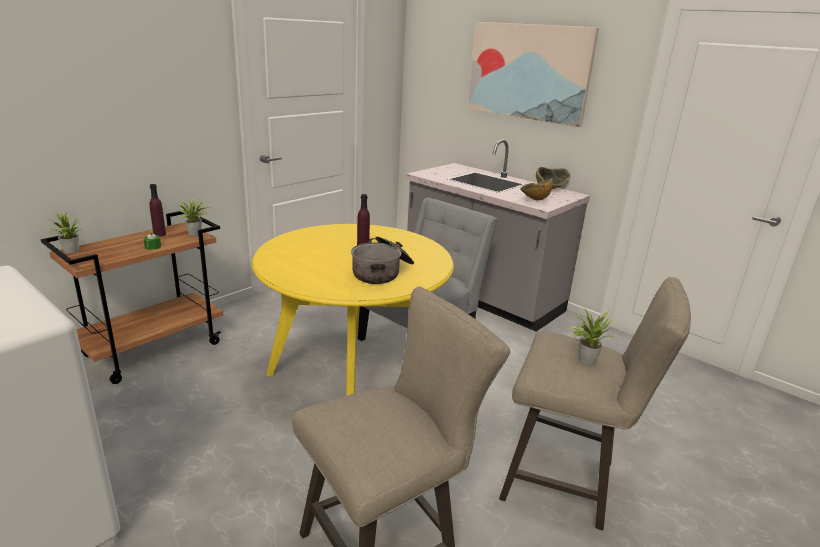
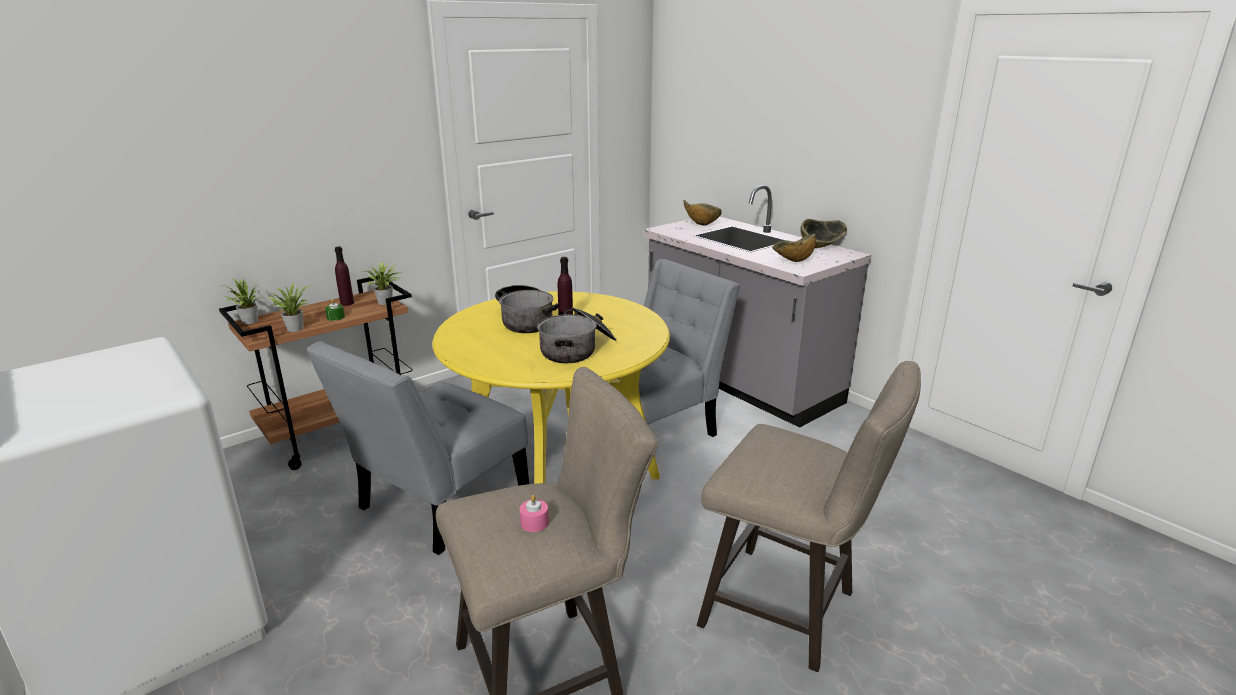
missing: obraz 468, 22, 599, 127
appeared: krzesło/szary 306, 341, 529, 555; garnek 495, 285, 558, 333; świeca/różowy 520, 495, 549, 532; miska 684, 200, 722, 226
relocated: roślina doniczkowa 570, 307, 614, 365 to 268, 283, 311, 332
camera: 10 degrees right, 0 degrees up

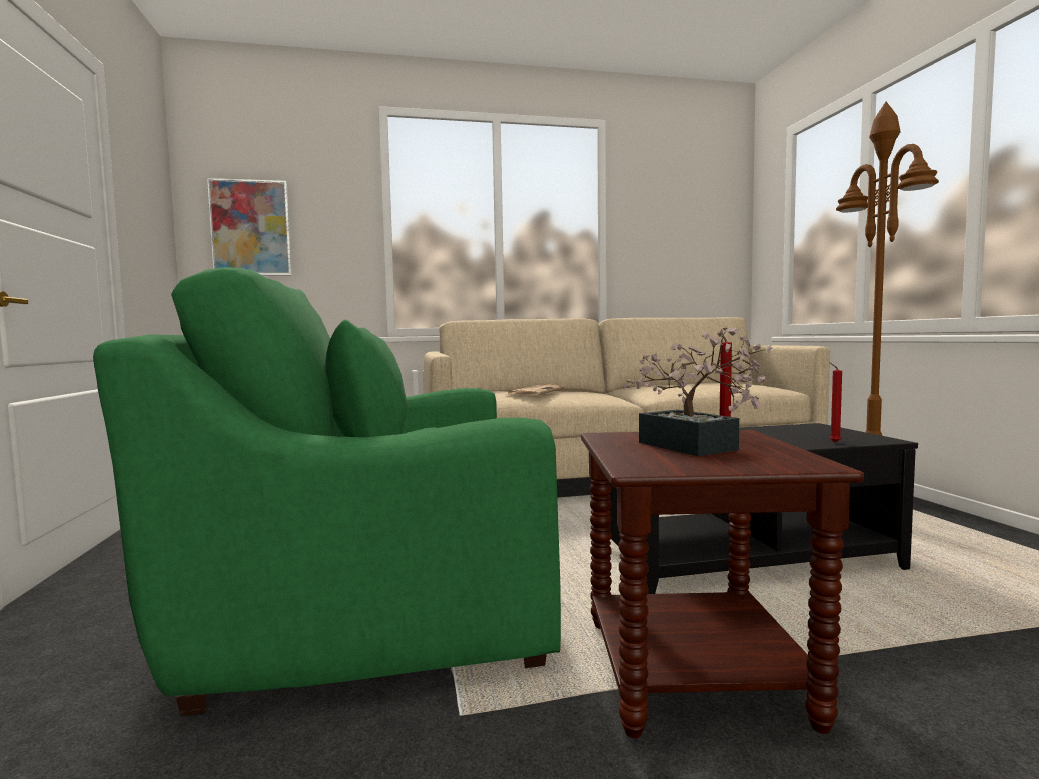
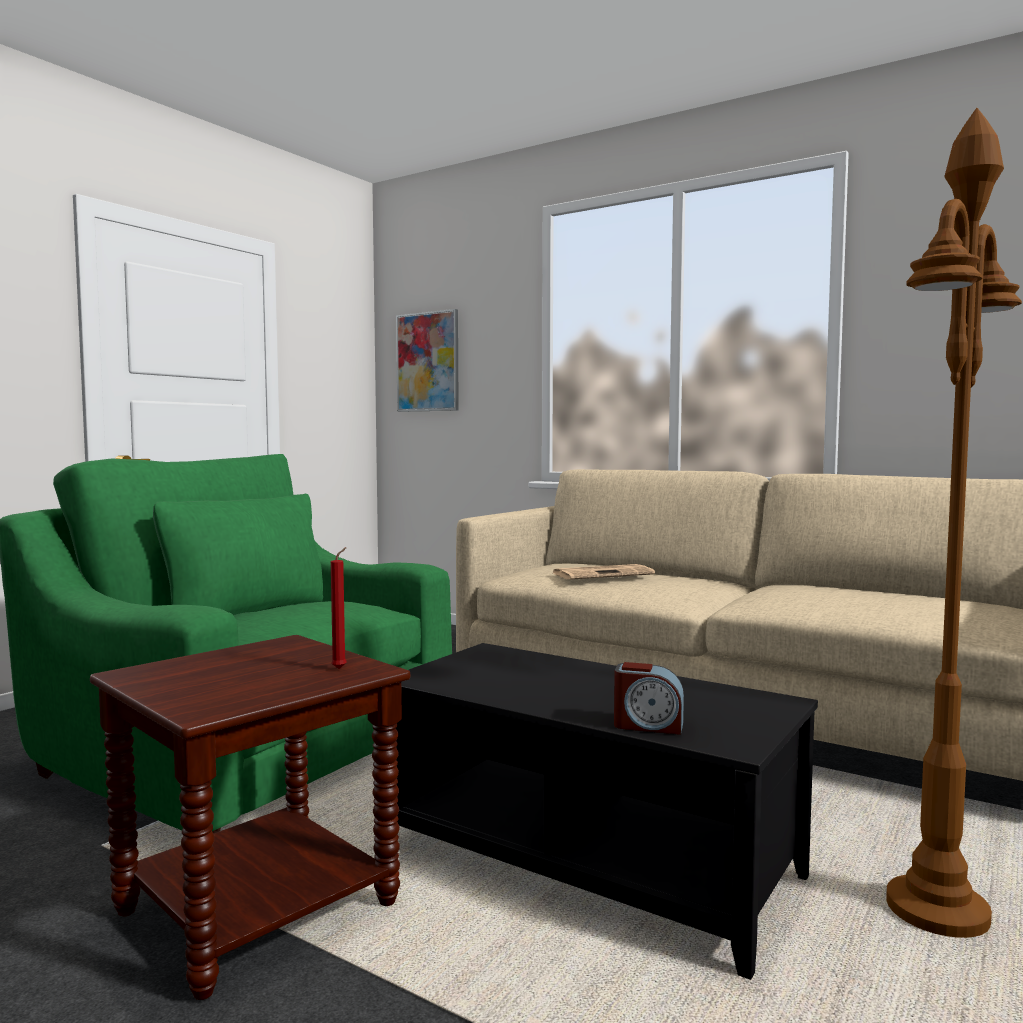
missing: roślina doniczkowa 623, 326, 772, 456
exchanged: świeca/czerwony 829, 362, 842, 443 to budzik 614, 662, 684, 735
camera: 45 degrees right, 0 degrees up

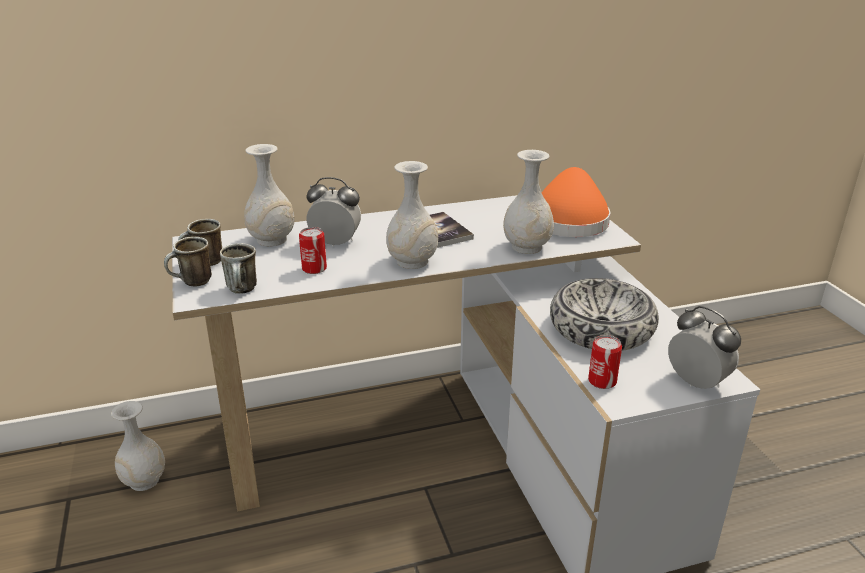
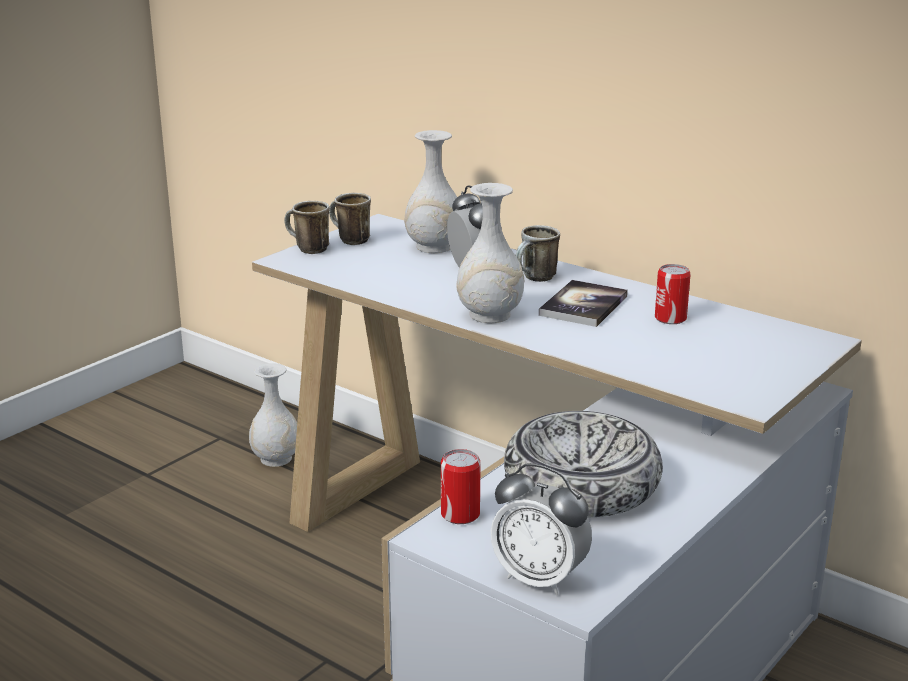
missing: wazon/biały 503, 150, 554, 254; kapelusz/pomarańczowy 542, 167, 611, 237
relocated: kubek 220, 243, 257, 294 to 516, 225, 560, 282; puszka 299, 227, 327, 274 to 655, 264, 691, 324
spun: budzik 668, 306, 741, 389 = 491, 463, 592, 595 105 degrees clockwise
camera: 55 degrees right, 5 degrees down

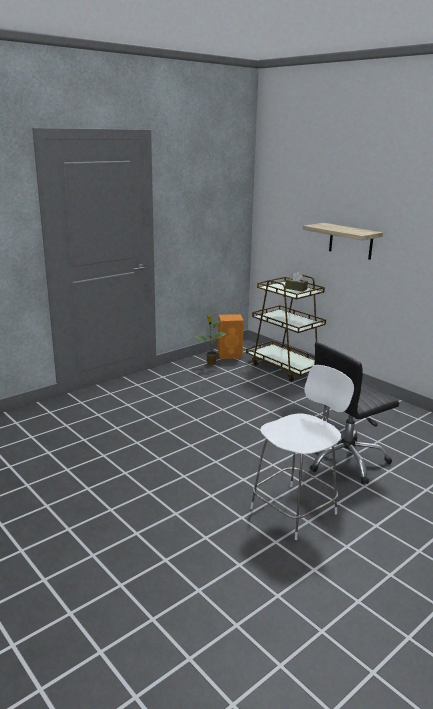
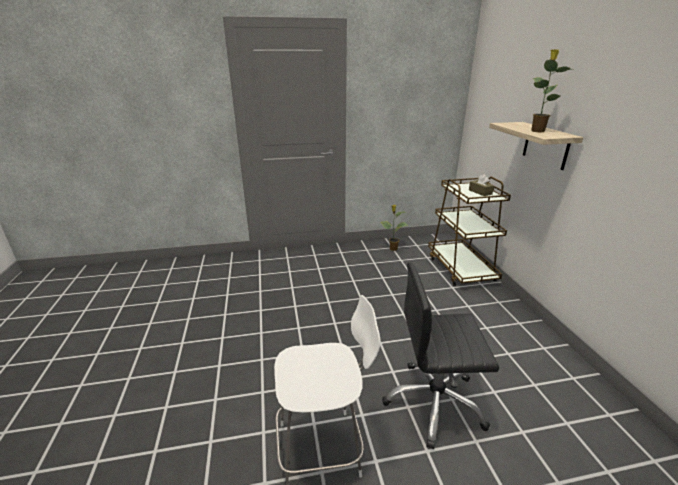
missing: głośnik/pomarańczowy 218, 314, 244, 359
appeared: roślina doniczkowa 531, 49, 573, 132
camera: 30 degrees right, 5 degrees up

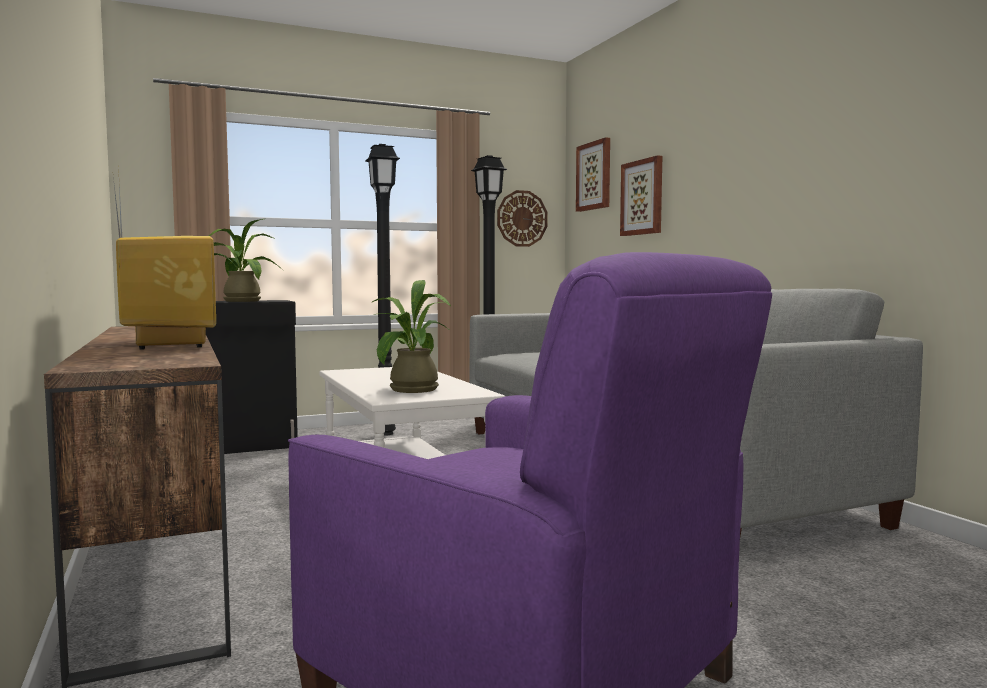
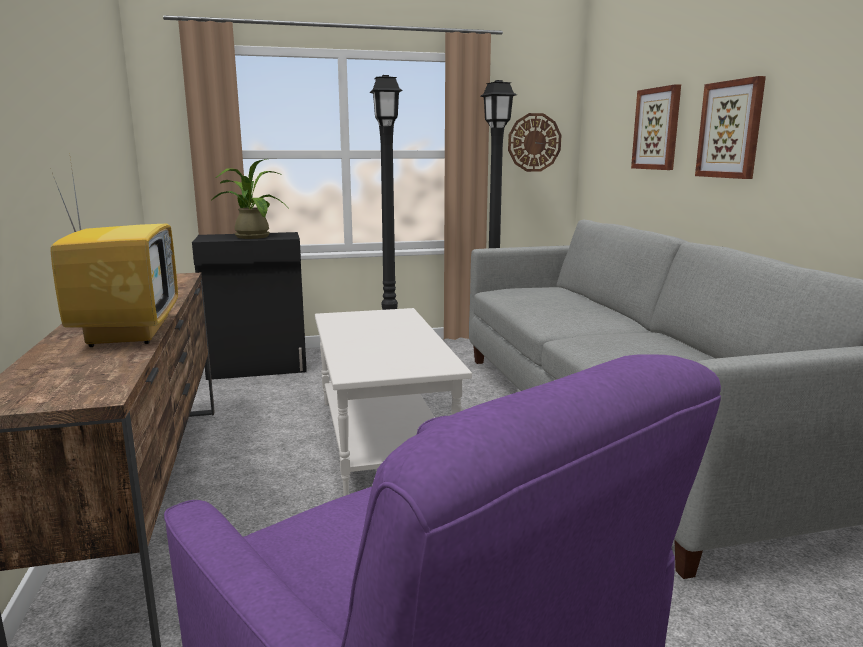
missing: roślina doniczkowa 372, 280, 451, 393
relocated: obraz 576, 137, 610, 212 to 695, 76, 766, 179
camera: 10 degrees right, 10 degrees up

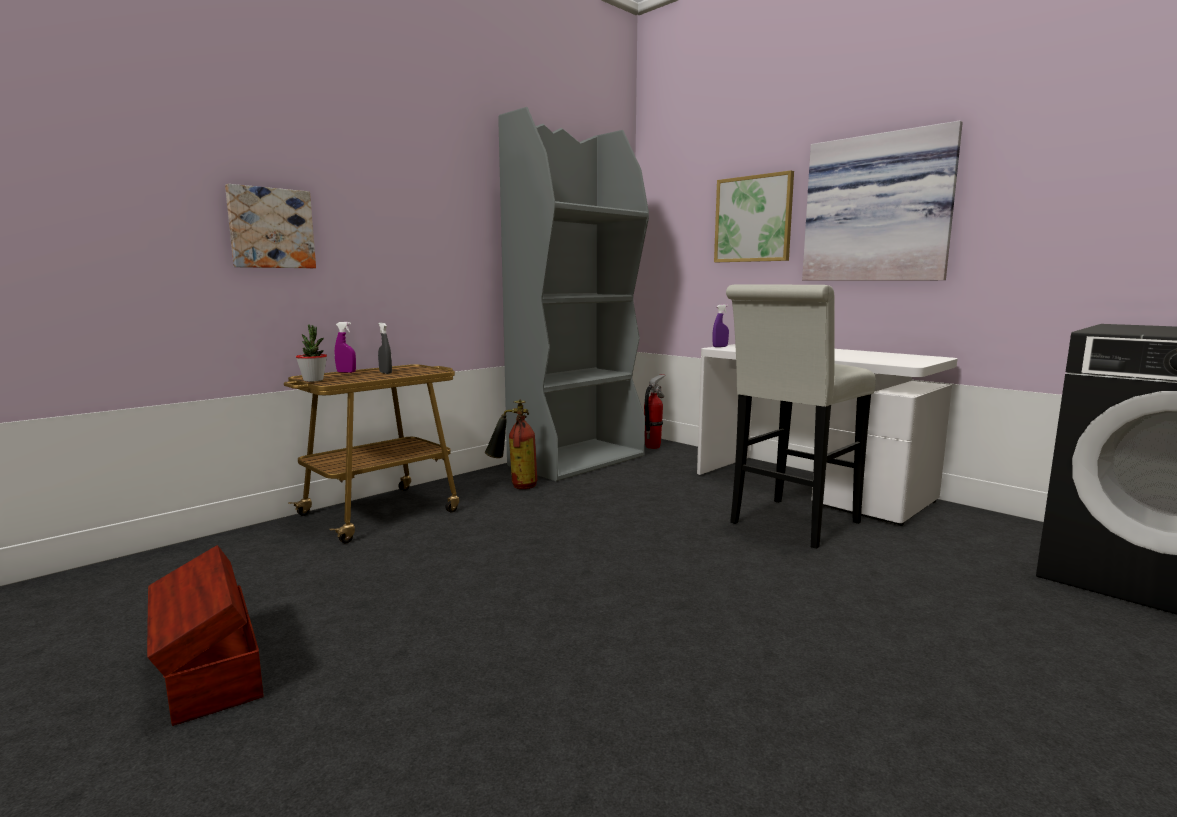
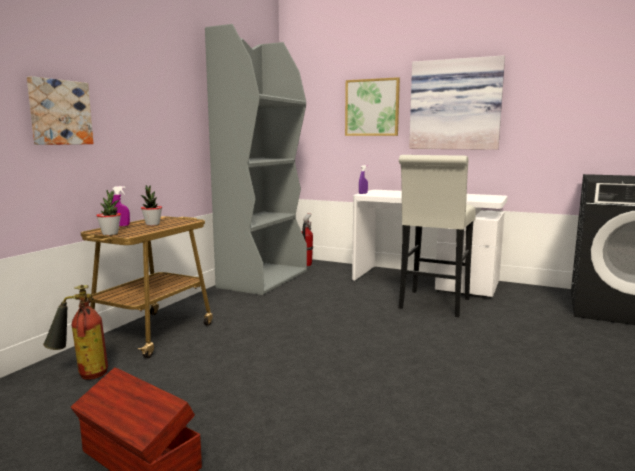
relocated: gaśnica 485, 400, 537, 489 to 43, 285, 108, 380
exchanged: spryskiwacz/szary 378, 323, 392, 374 to roślina doniczkowa 141, 185, 162, 226
camera: 20 degrees left, 0 degrees up

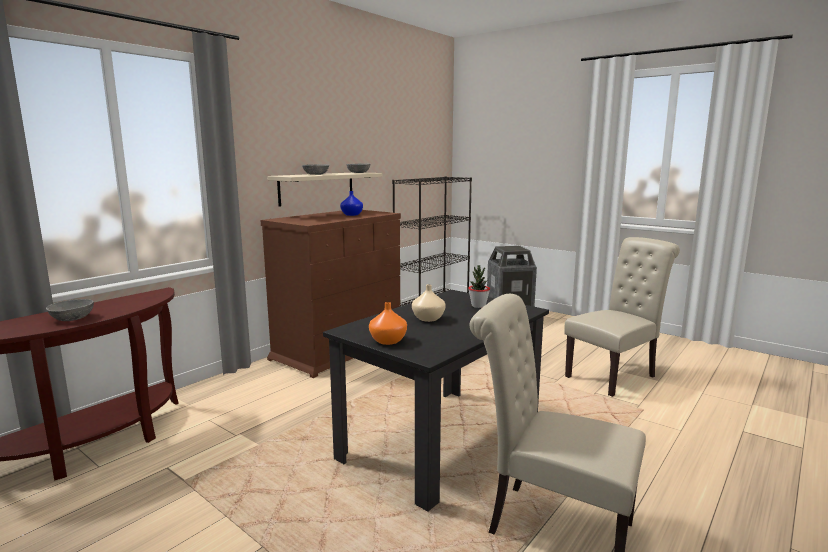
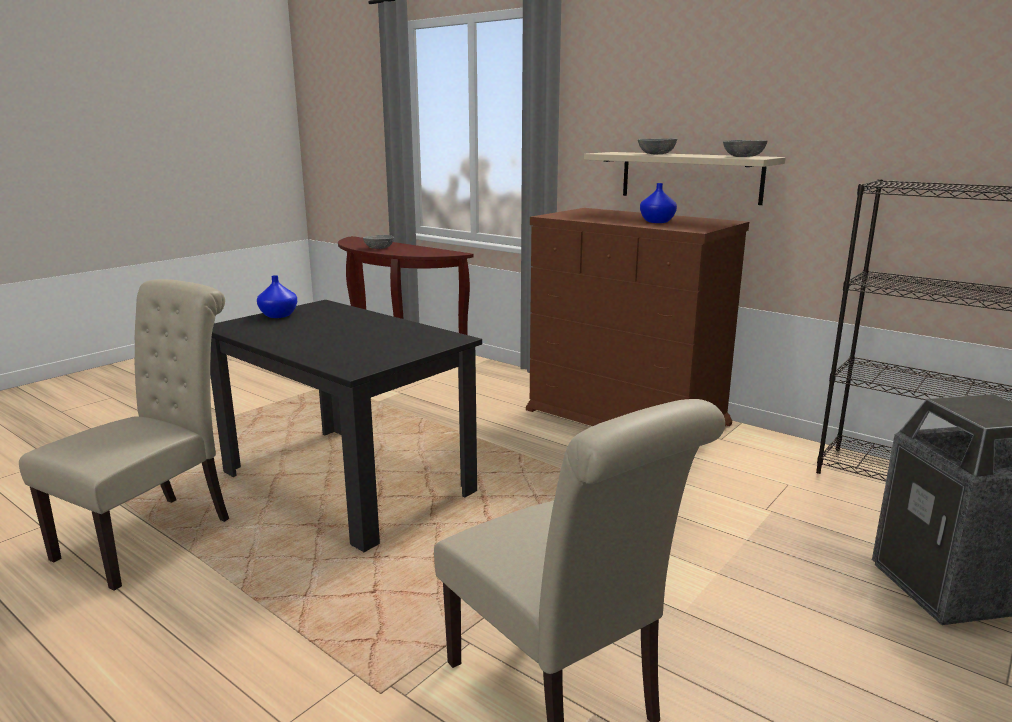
missing: wazon/beżowy 412, 284, 446, 322; roślina doniczkowa 468, 265, 490, 308
colour: wazon/pomarańczowy 369, 302, 407, 345 to wazon/niebieski 257, 275, 297, 318
camera: 90 degrees right, 5 degrees up

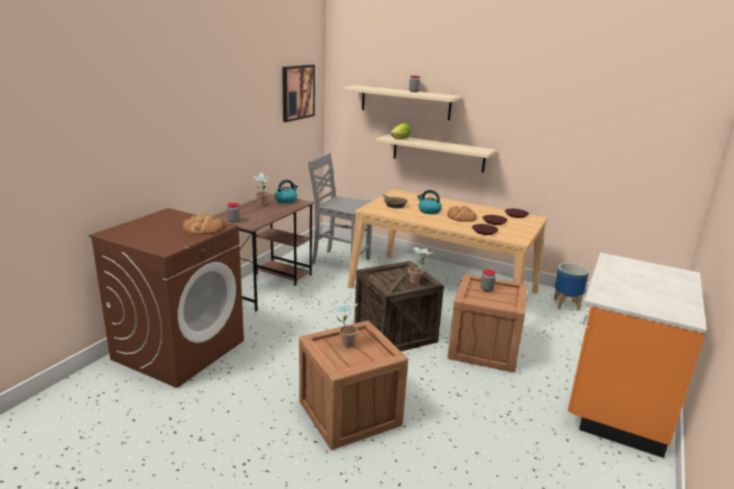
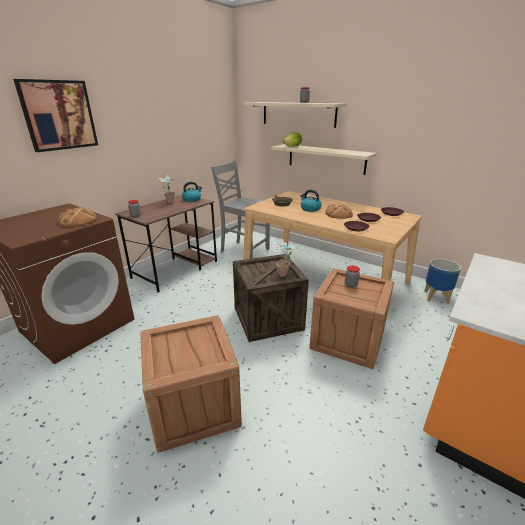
missing: roślina doniczkowa 330, 297, 359, 347
relocated: obraz 282, 65, 315, 122 to 13, 79, 98, 152
camera: 10 degrees right, 5 degrees up

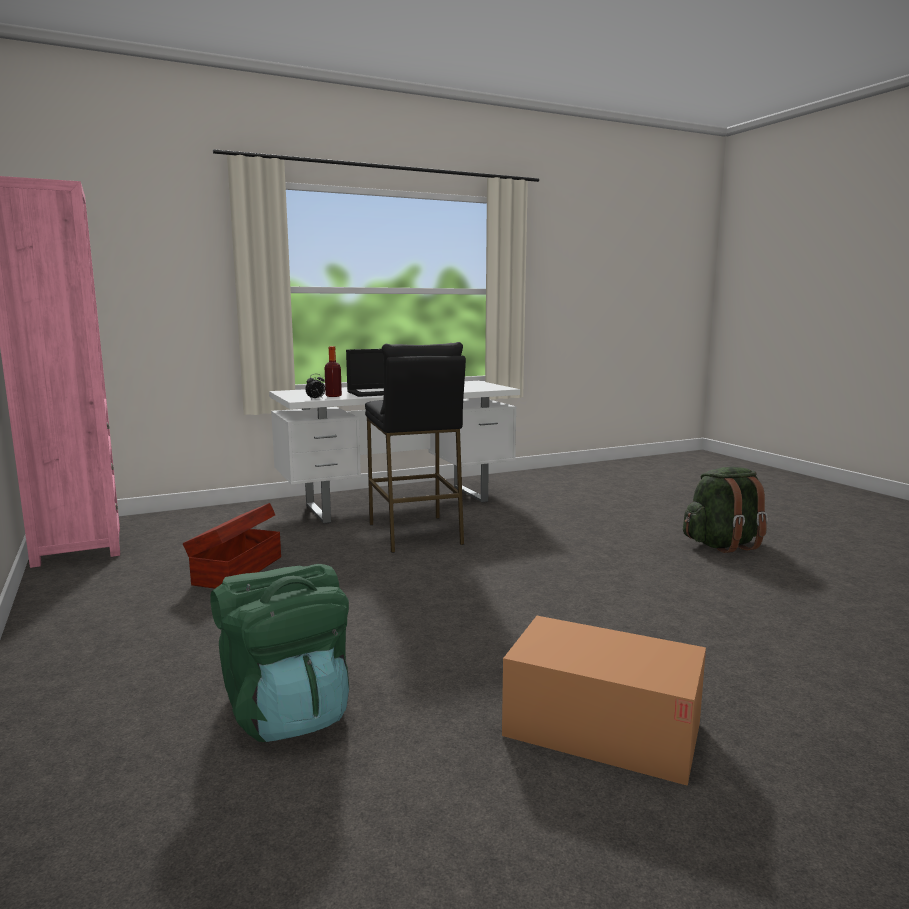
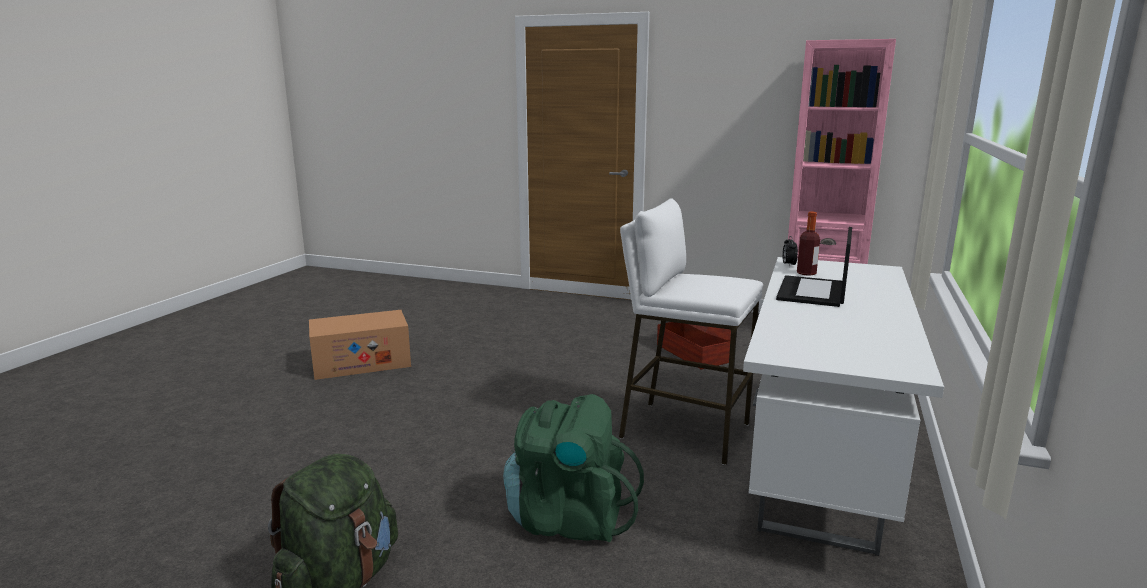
relocated: plecak/zielony 210, 564, 349, 742 to 503, 394, 644, 542
colour: stołek/czarny 365, 342, 466, 553 to stołek/biały 619, 198, 763, 465
camera: 135 degrees right, 5 degrees up

